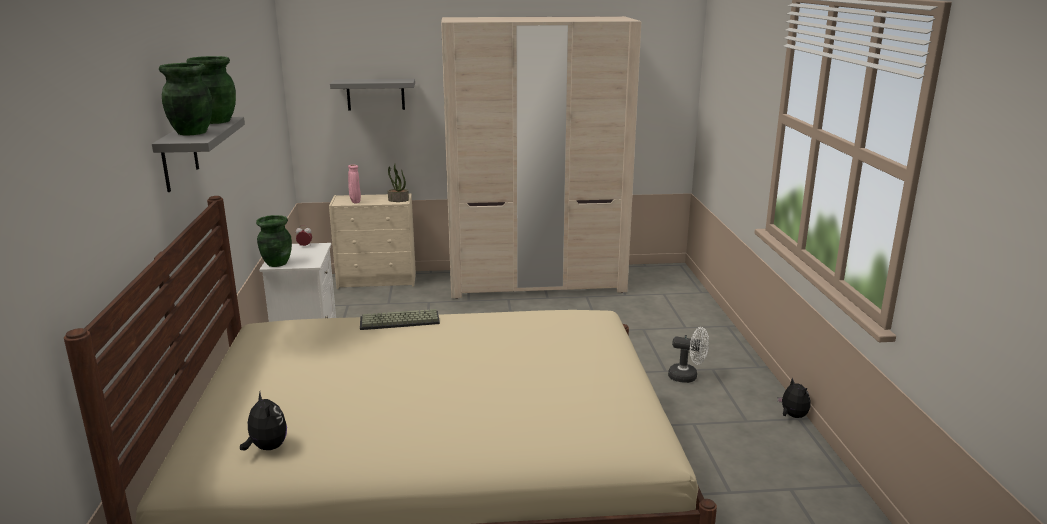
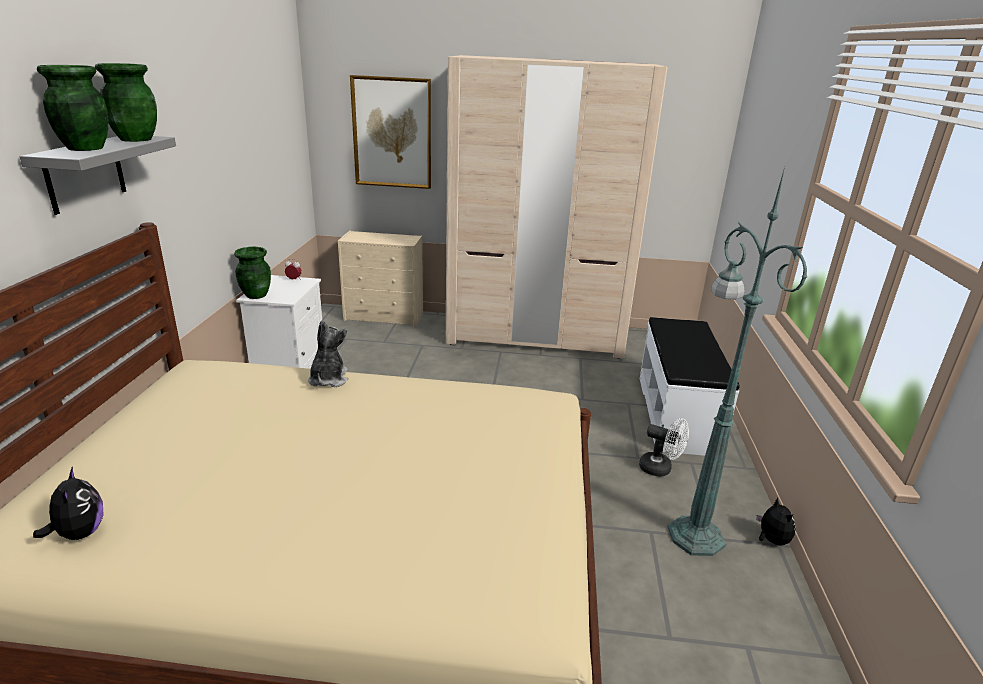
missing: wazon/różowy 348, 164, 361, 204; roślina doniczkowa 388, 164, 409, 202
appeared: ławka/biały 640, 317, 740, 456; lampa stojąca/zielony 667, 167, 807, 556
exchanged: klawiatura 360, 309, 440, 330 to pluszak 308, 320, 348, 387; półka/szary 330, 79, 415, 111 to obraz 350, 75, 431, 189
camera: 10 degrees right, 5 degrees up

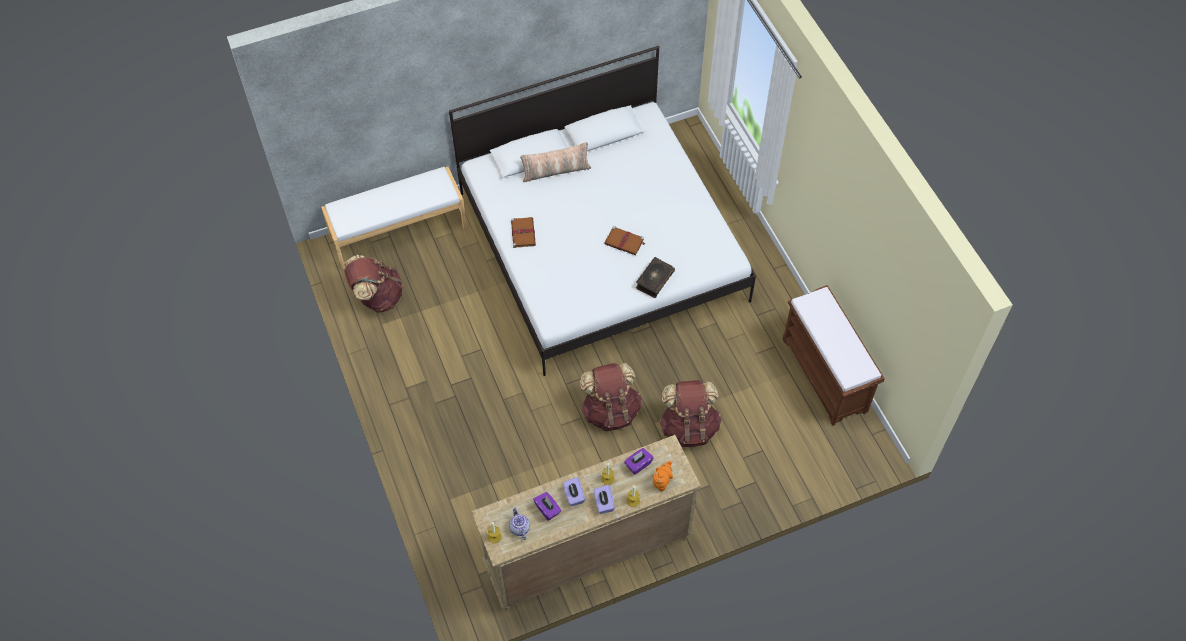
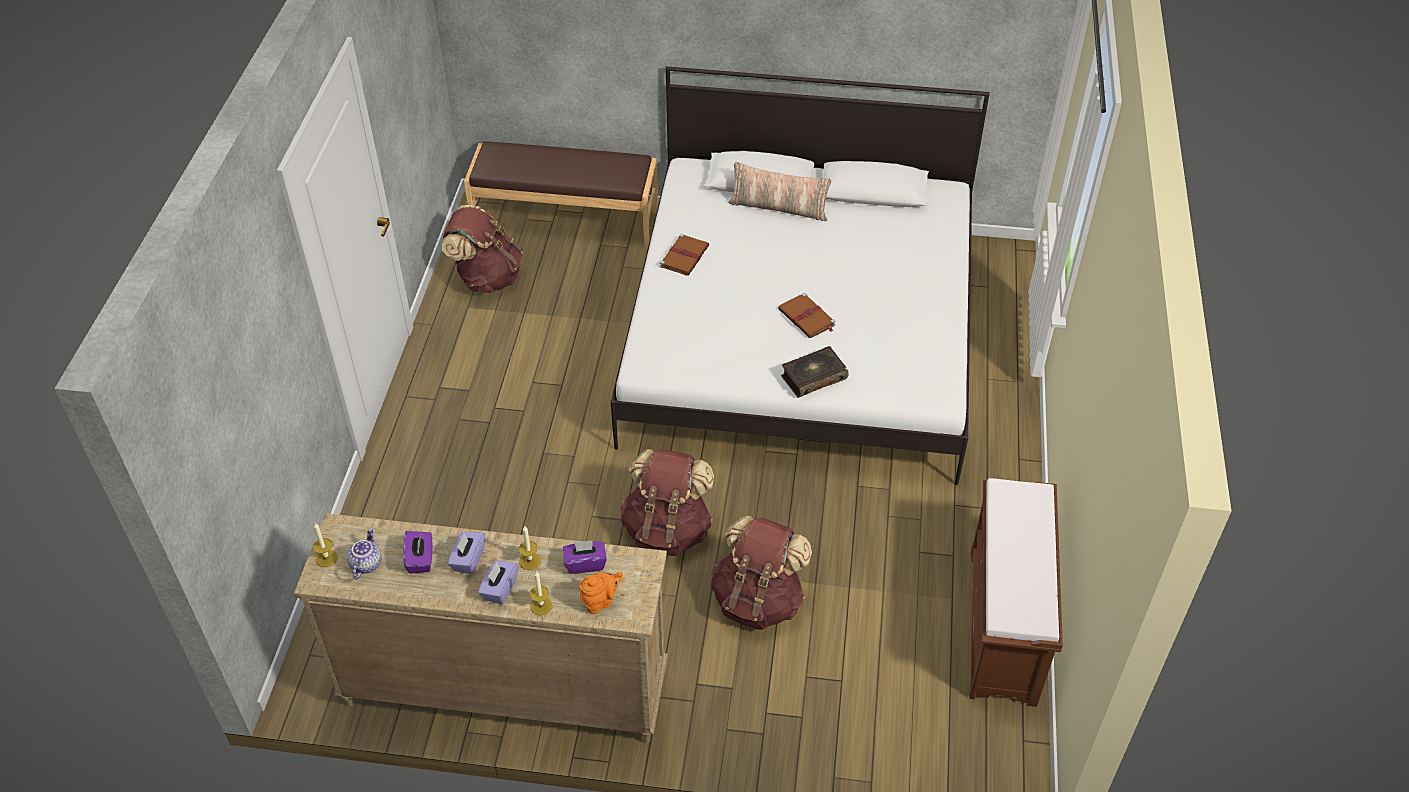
colour: ławka/biały 321, 167, 467, 269 to ławka/brązowy 464, 141, 658, 249
camera: 30 degrees right, 10 degrees down

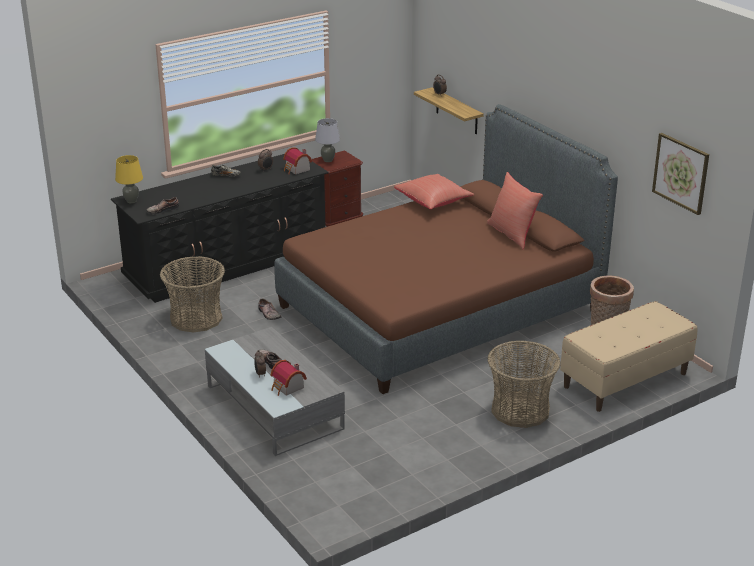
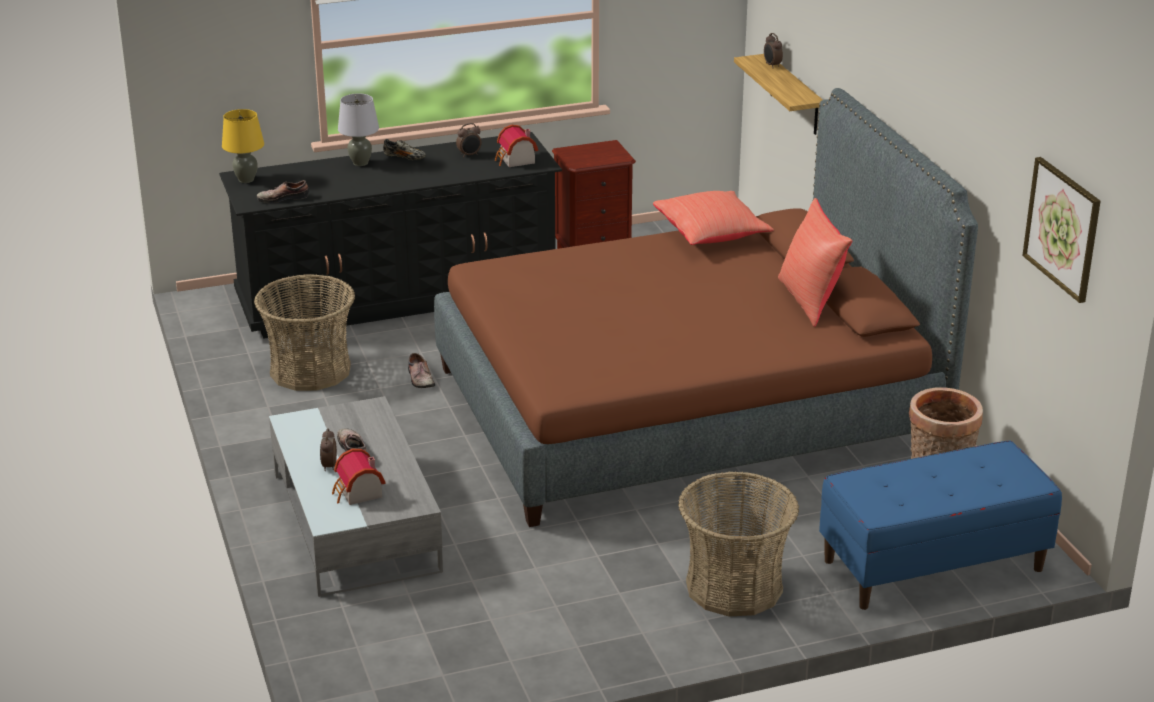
relocated: lampa stołowa/szary 315, 118, 340, 162 to 338, 93, 379, 166
colour: ławka/beżowy 560, 301, 697, 412 to ławka/niebieski 819, 441, 1062, 610
camera: 15 degrees right, 0 degrees up

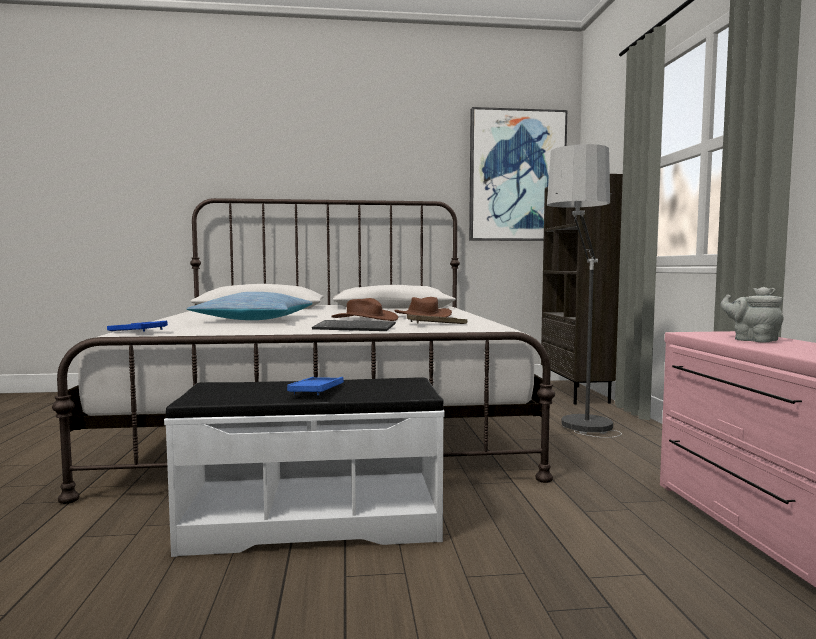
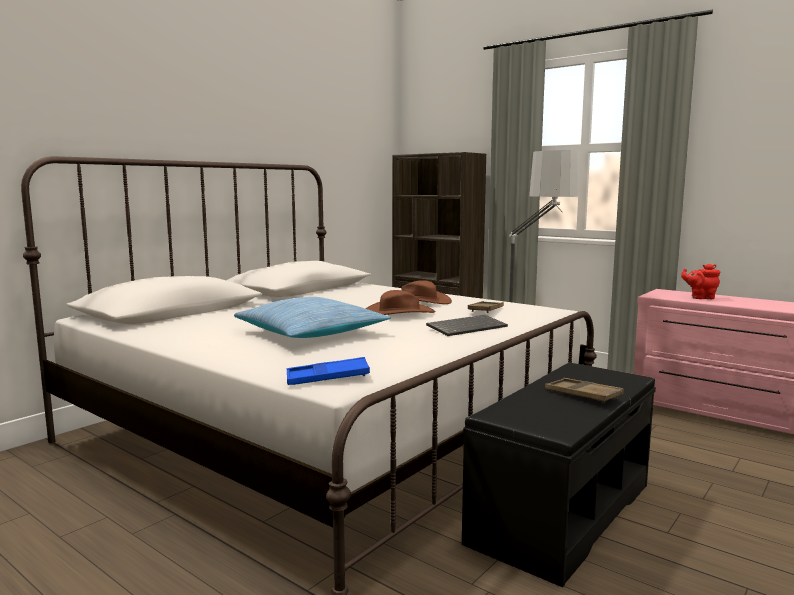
missing: obraz 469, 107, 567, 241
colour: ławka/biały 164, 377, 445, 557 to ławka/czarny 462, 363, 656, 587; taca/niebieski 287, 377, 344, 395 to taca/brązowy 545, 378, 624, 403; imbryk/szary 720, 287, 784, 342 to imbryk/czerwony 681, 264, 720, 299
camera: 45 degrees left, 5 degrees up

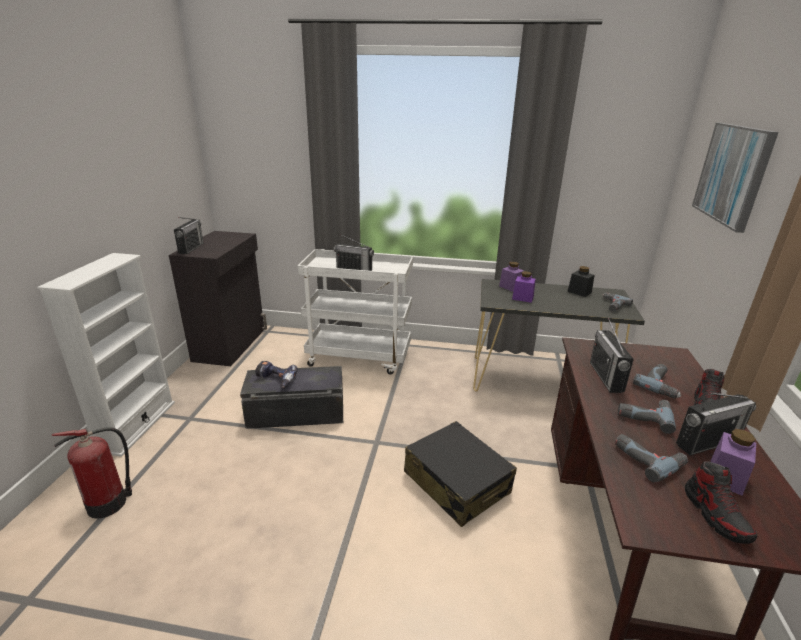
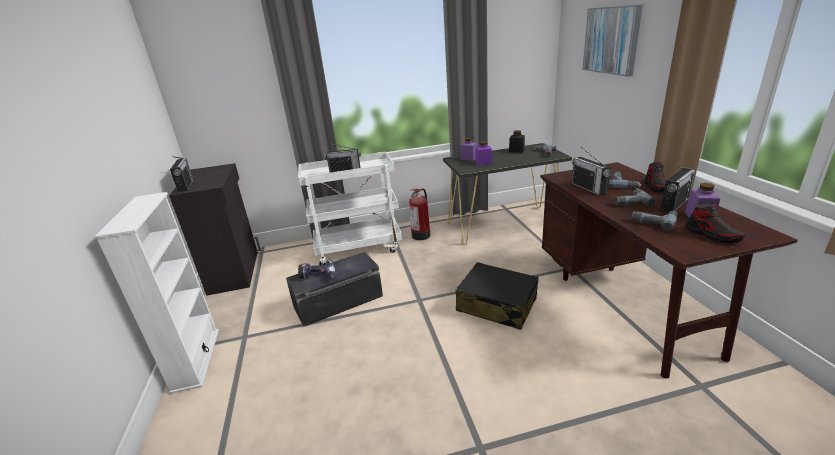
relocated: gaśnica 52, 427, 132, 518 to 409, 188, 430, 240
camera: 20 degrees left, 0 degrees up

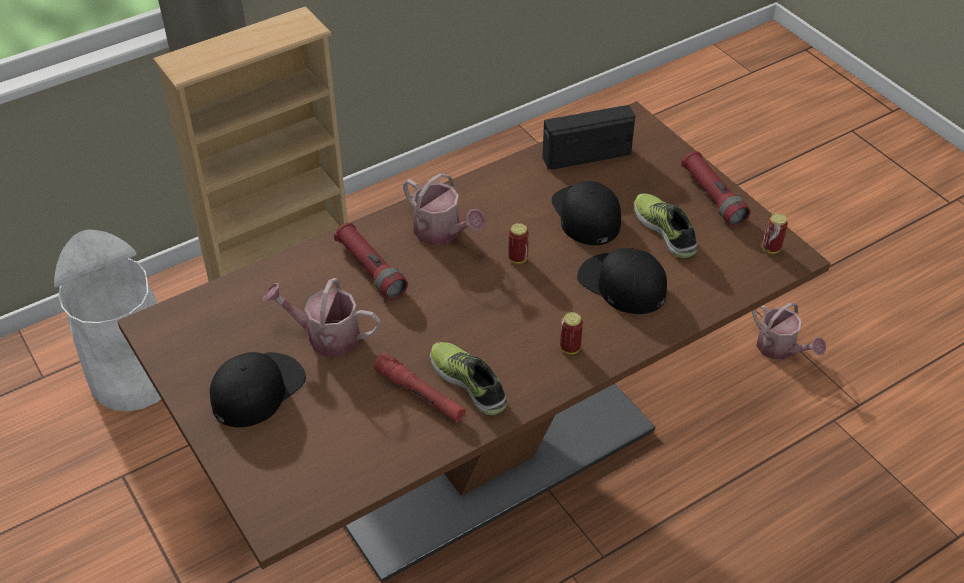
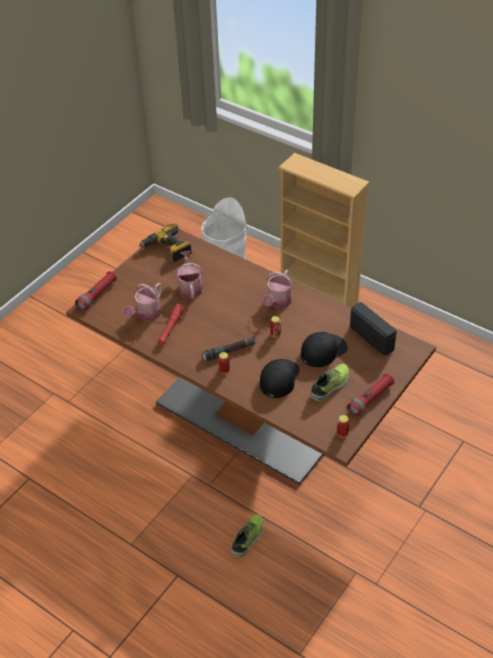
missing: czapka z daszkiem/czarny 210, 352, 306, 427
appeared: wiertarka 139, 223, 192, 262; latarka/czarny 202, 337, 255, 361
relocated: latarka/czerwony 334, 223, 408, 300 to 75, 271, 117, 311; konewka 752, 303, 826, 360 to 124, 283, 163, 321; but 430, 342, 507, 416 to 231, 514, 264, 557
camera: 70 degrees right, 0 degrees up

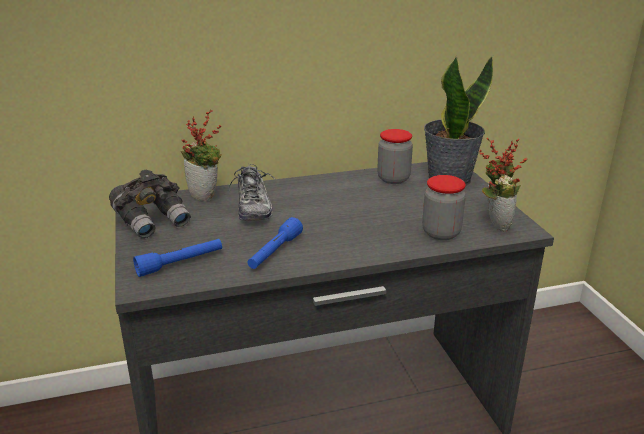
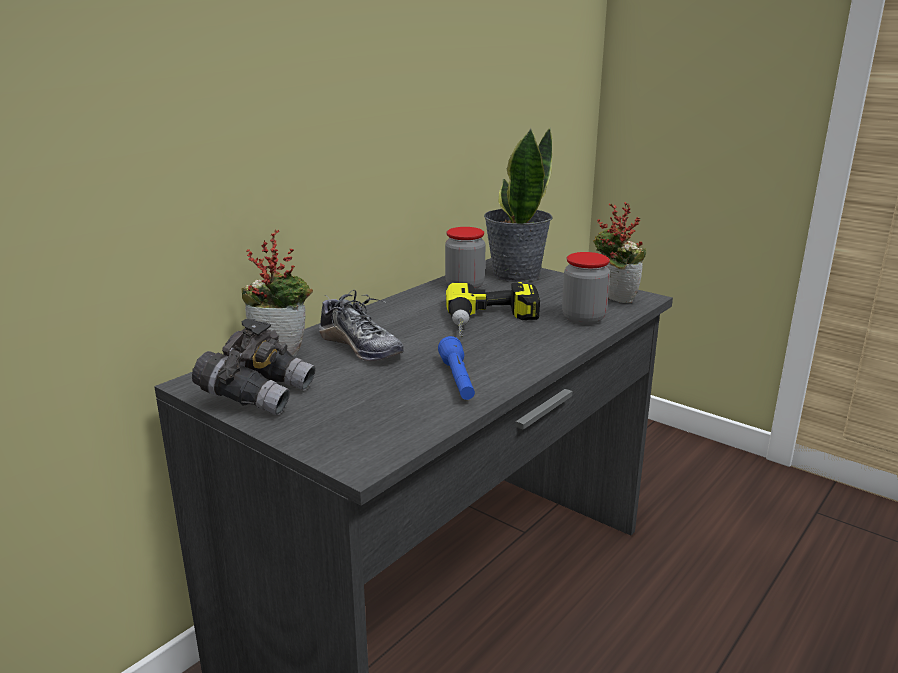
missing: latarka/niebieski 133, 239, 222, 277
appeared: wiertarka 446, 282, 540, 338
camera: 35 degrees left, 5 degrees down

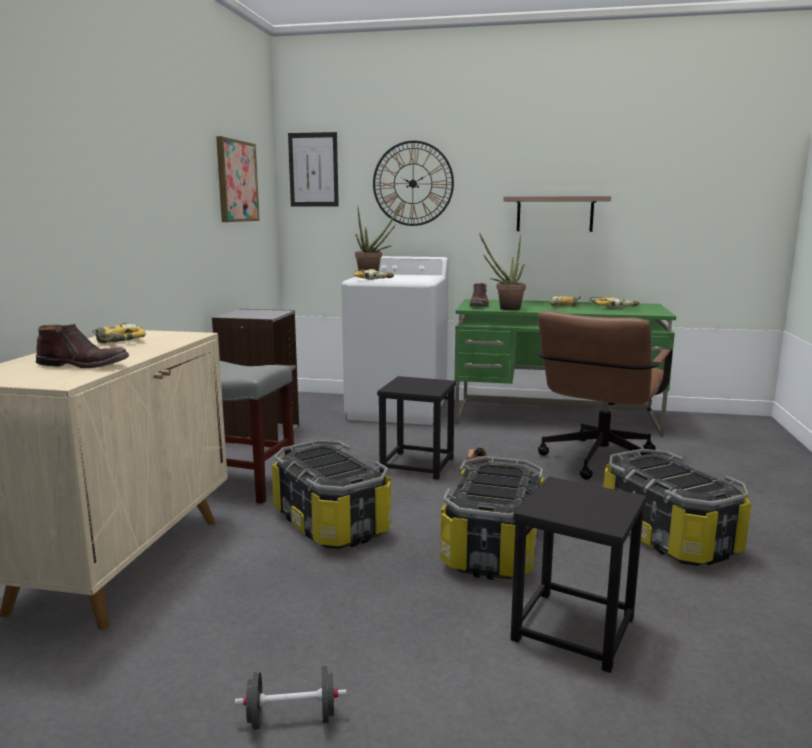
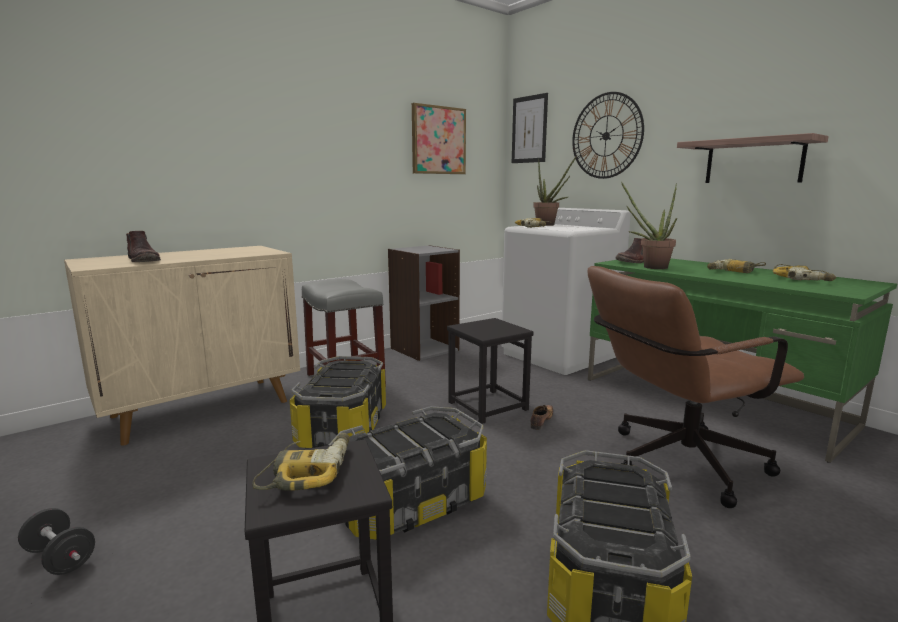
relocated: wiertarka 92, 323, 146, 343 to 252, 433, 350, 491
camera: 40 degrees right, 0 degrees up

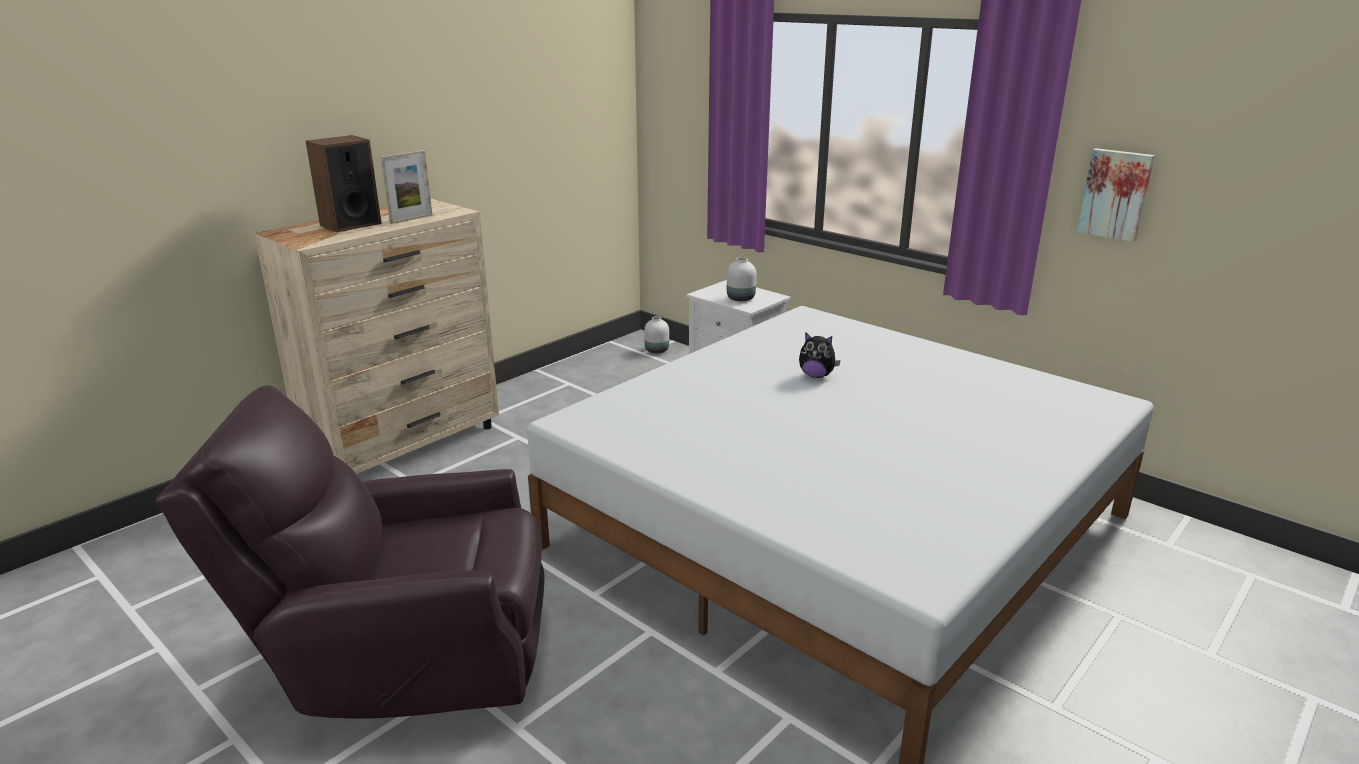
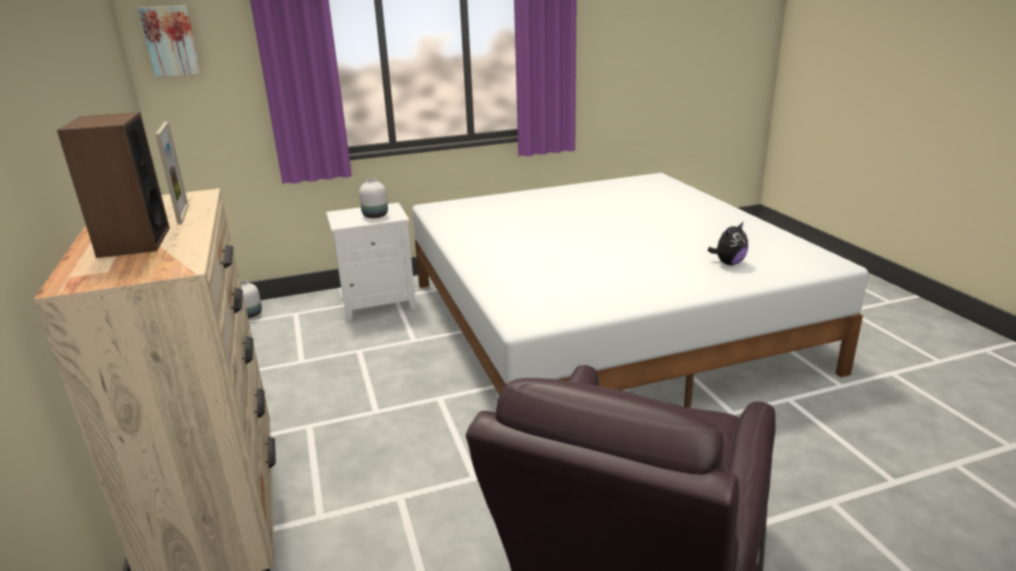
relocated: obraz 1077, 148, 1155, 242 to 139, 5, 201, 77; pluszak 799, 332, 841, 378 to 708, 221, 748, 265
camera: 60 degrees left, 0 degrees up

